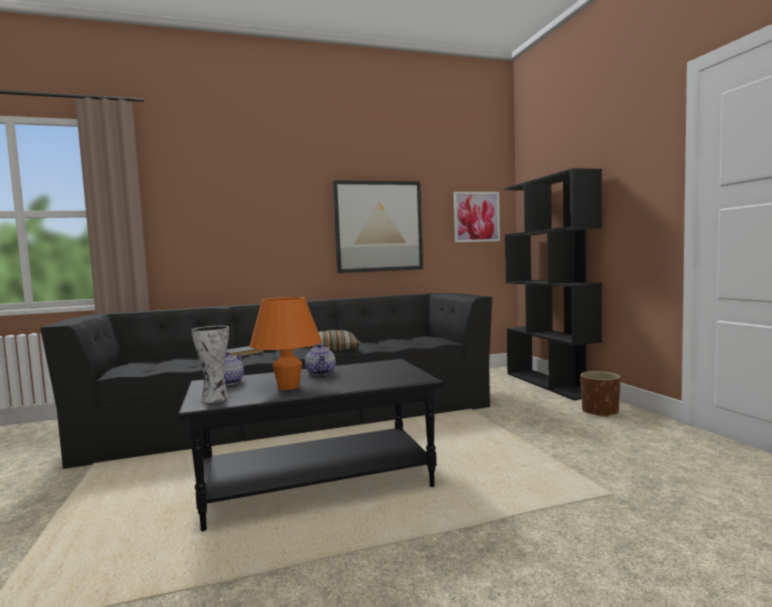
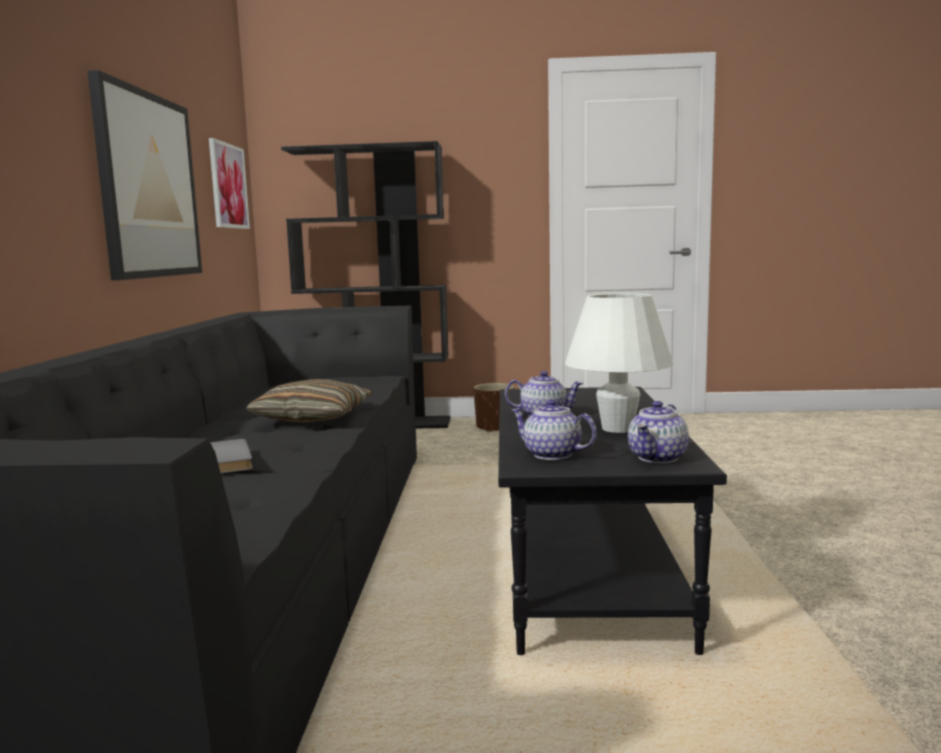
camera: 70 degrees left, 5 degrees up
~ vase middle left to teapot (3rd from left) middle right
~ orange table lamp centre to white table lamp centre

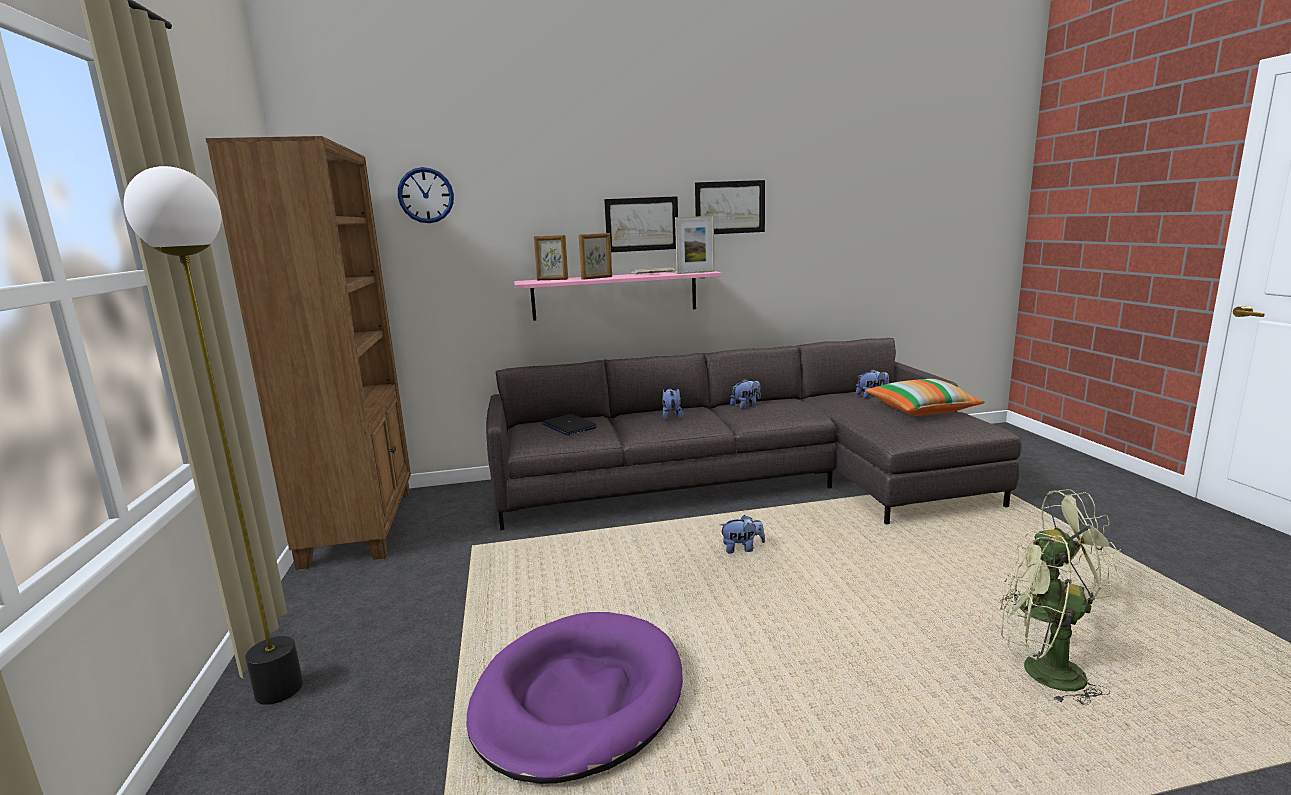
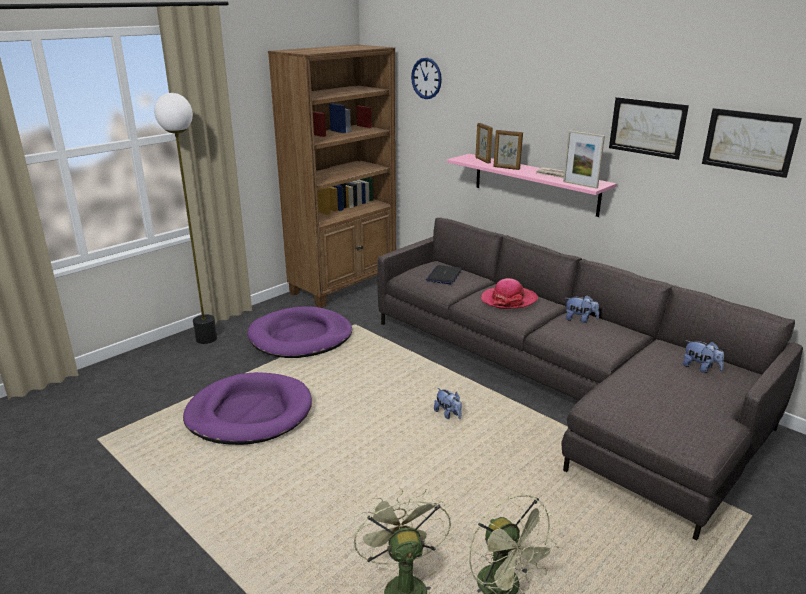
camera: 55 degrees right, 10 degrees up
- pillow middle right
+ purple dog bed (2nd from left) centre
~ picture (1st from left in the first image) top centre to picture (2nd from left) top right
~ plush toy (1st from left) centre to hat centre

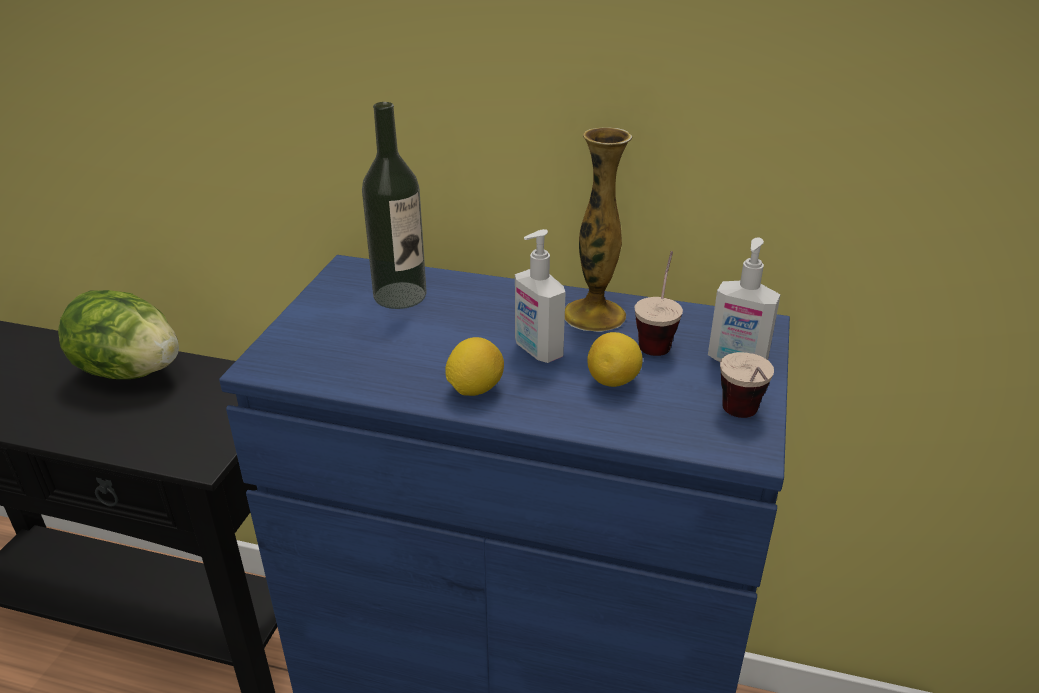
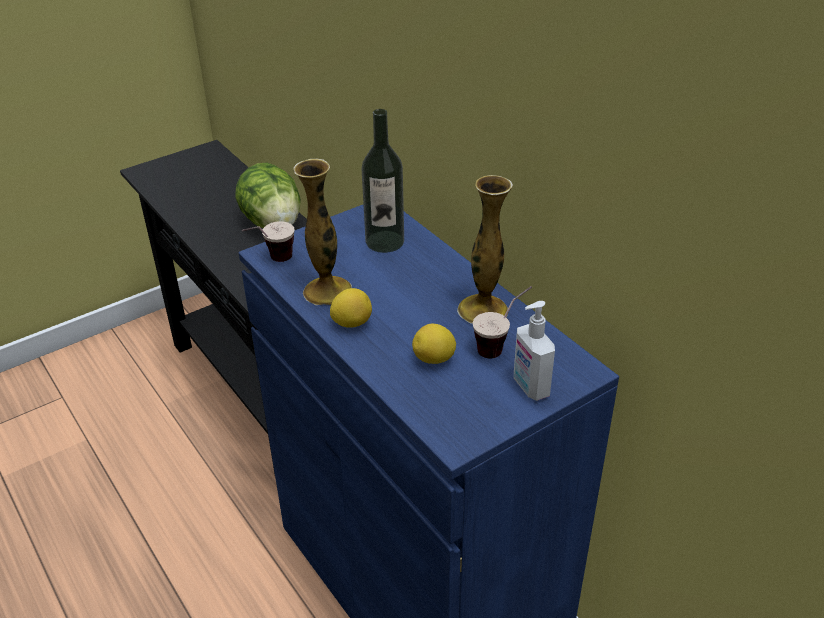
camera: 40 degrees right, 5 degrees up
- soap dispenser (1st from left) centre
+ vase (1st from left) centre
~ cup (2nd from left in the first image) middle right to cup (1st from left) middle left

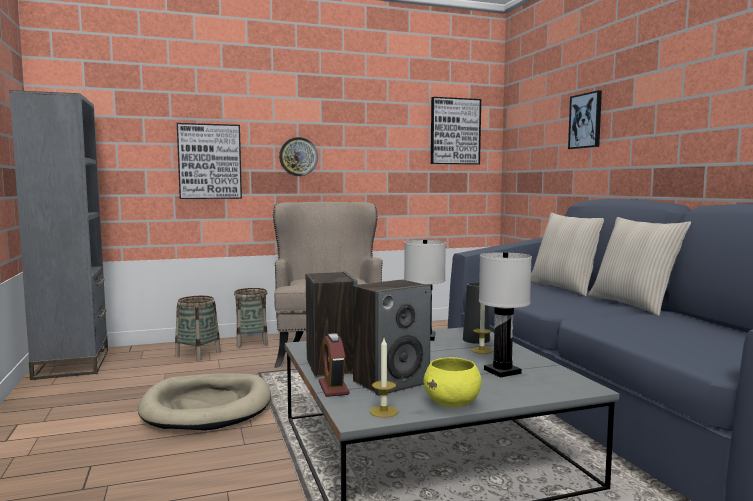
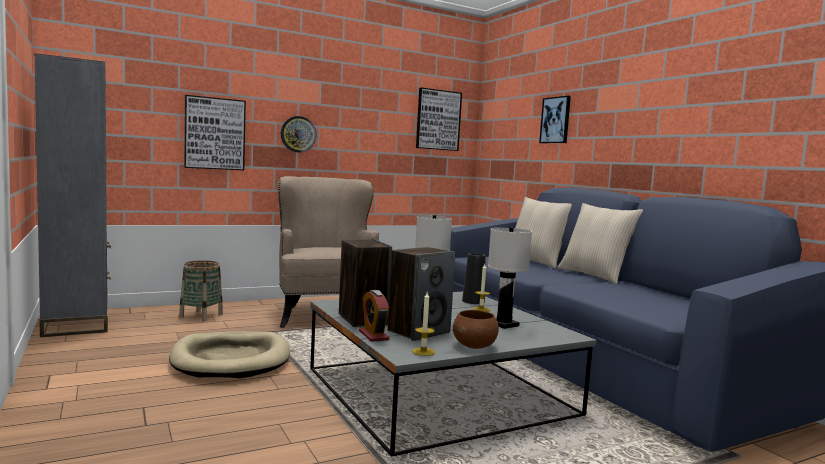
camera: 10 degrees left, 0 degrees up
- basket (2nd from left) centre
~ yellow bowl bottom centre to brown bowl bottom centre

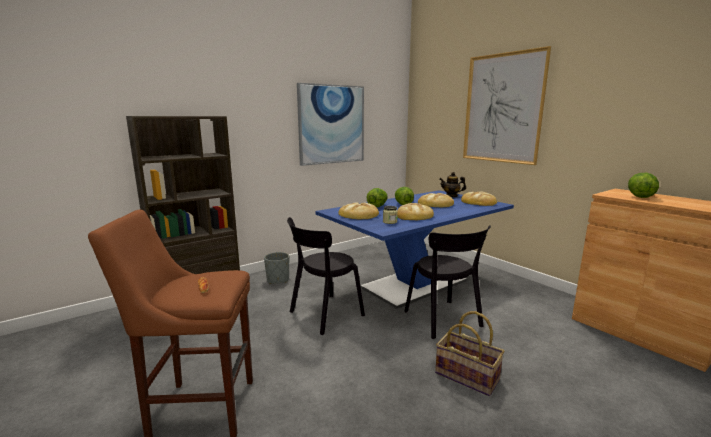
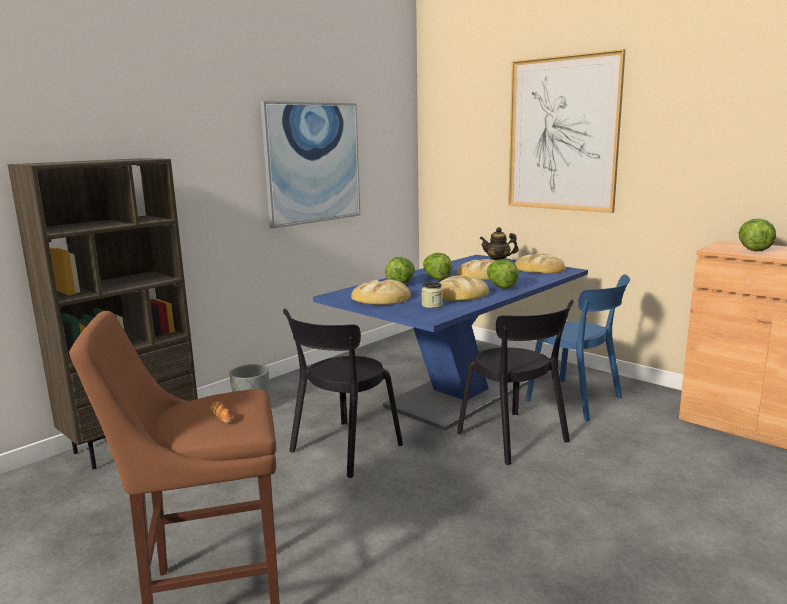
camera: 10 degrees left, 0 degrees up
- basket bottom centre
+ lettuce (3rd from left) centre
+ blue chair middle right

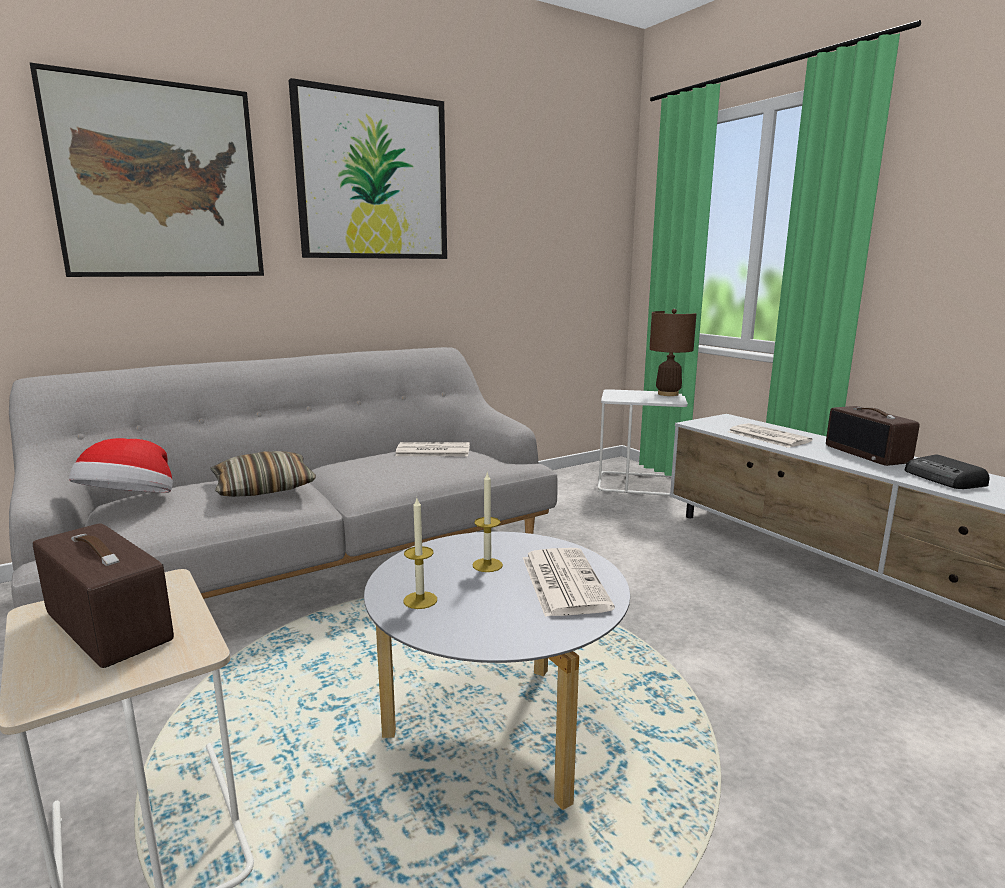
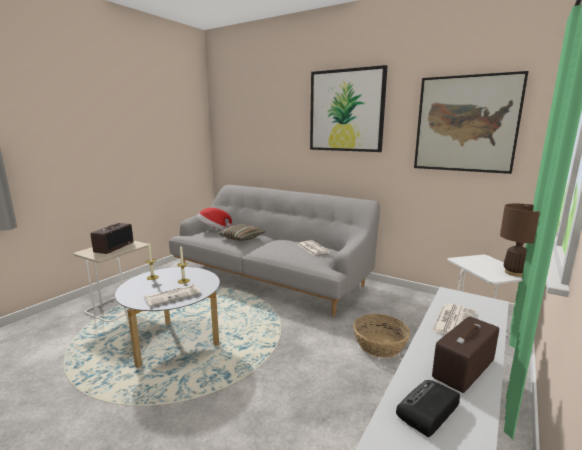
camera: 65 degrees right, 0 degrees up
+ basket bottom centre
~ picture (1st from left in the first image) top left to picture (2nd from left) top right

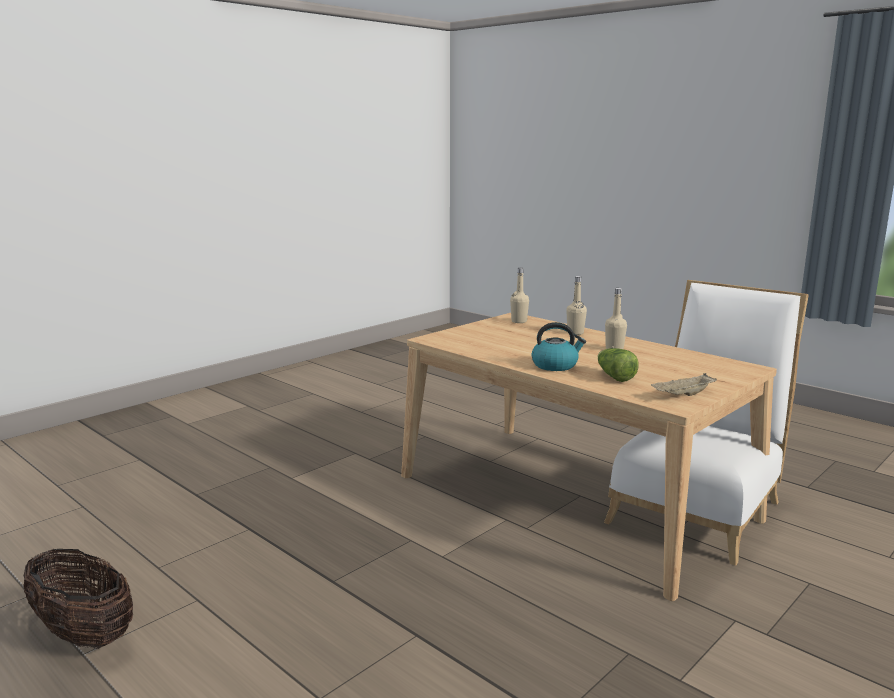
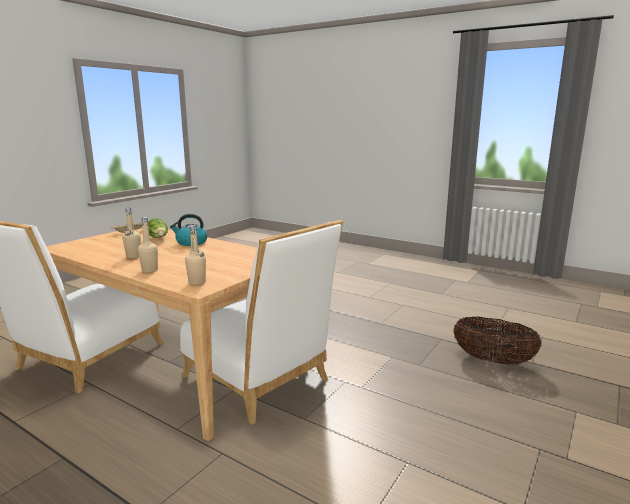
camera: 170 degrees right, 0 degrees up
+ white chair (2nd from left) centre
~ basket bottom left to bottom right

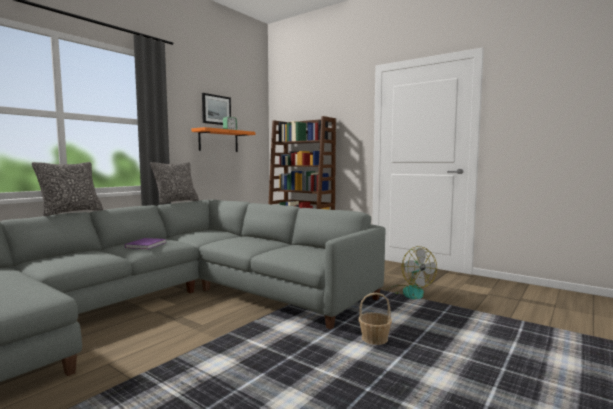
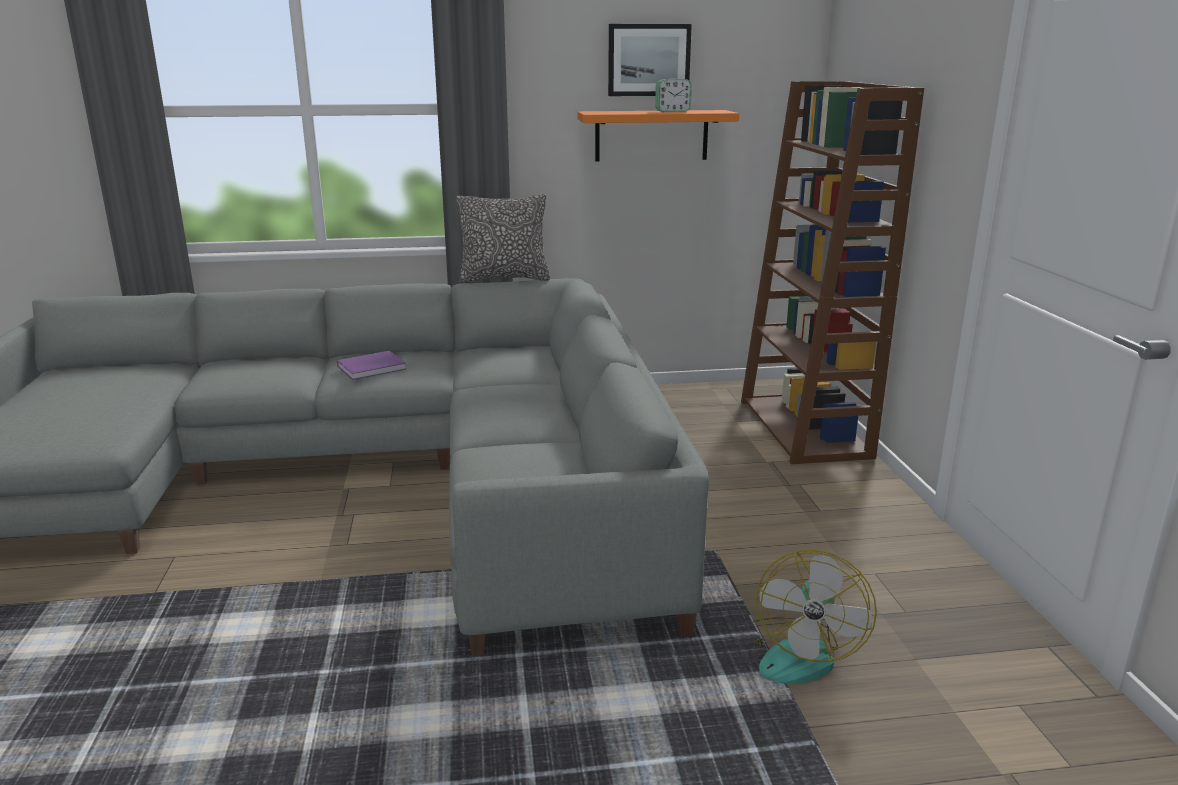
camera: 45 degrees right, 15 degrees up
- pillow (1st from left) middle left
- basket bottom centre

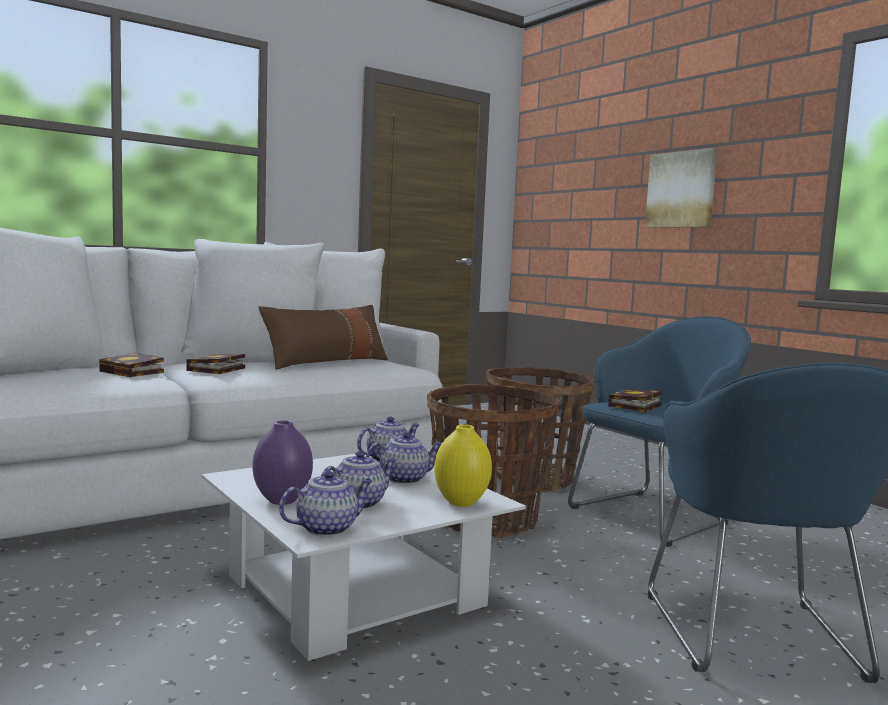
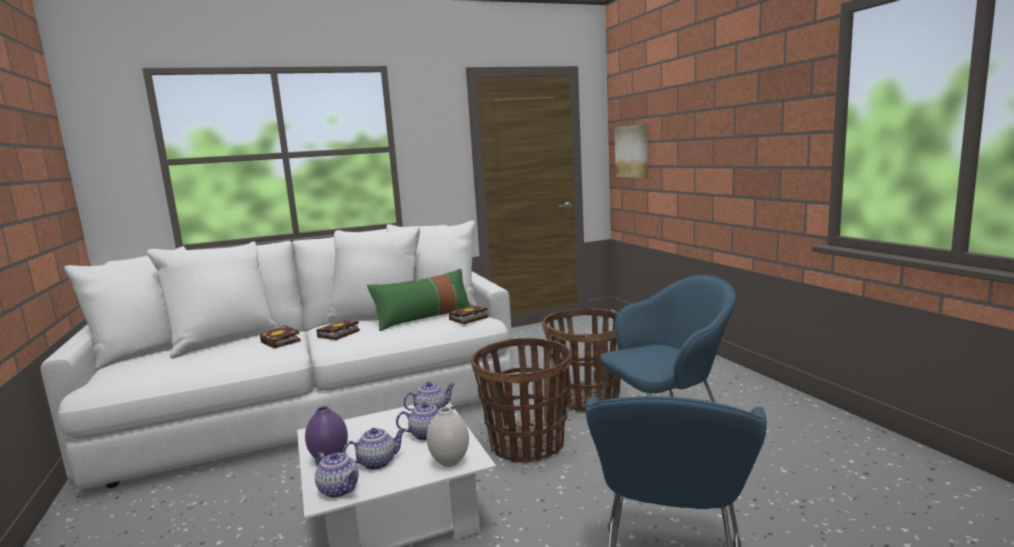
camera: 15 degrees right, 5 degrees up
~ book (3rd from left) middle right to centre
~ picture top right to top centre
~ brown pillow centre to green pillow centre
~ yellow vase centre to white vase bottom centre
~ teapot (1st from left) bottom centre = bottom left 60 degrees clockwise

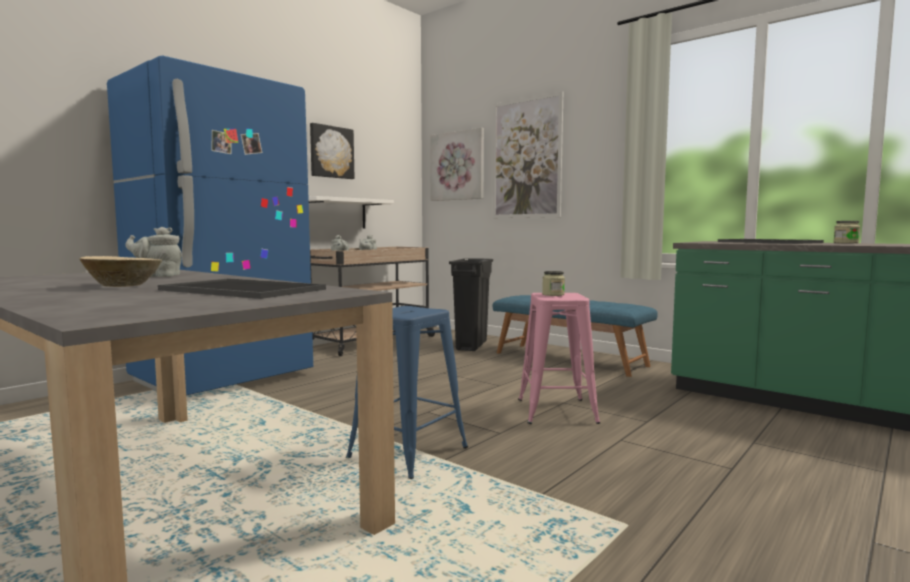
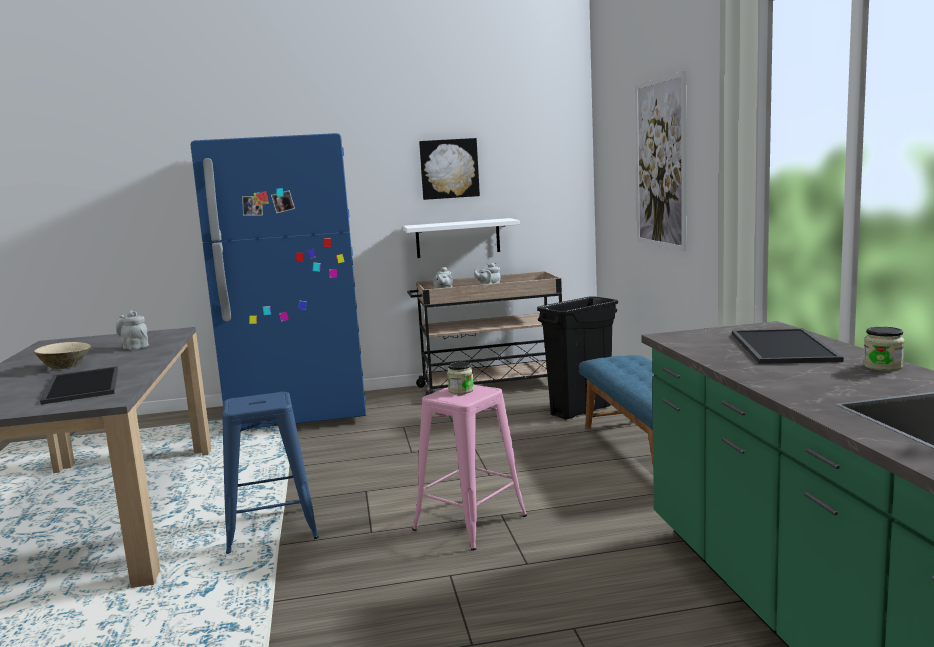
camera: 40 degrees right, 5 degrees up
- picture (2nd from left) top centre

